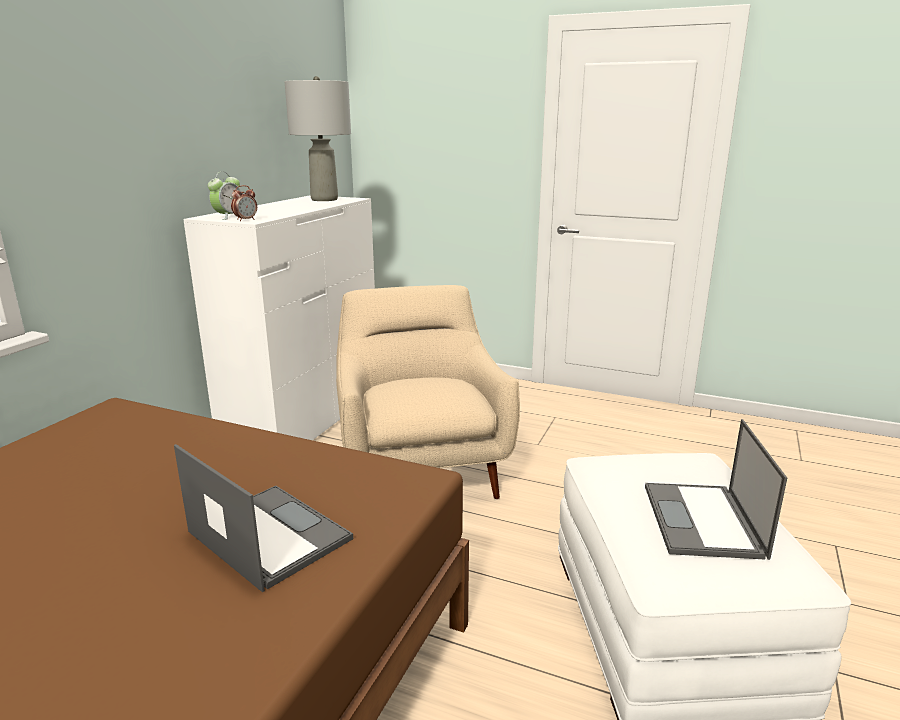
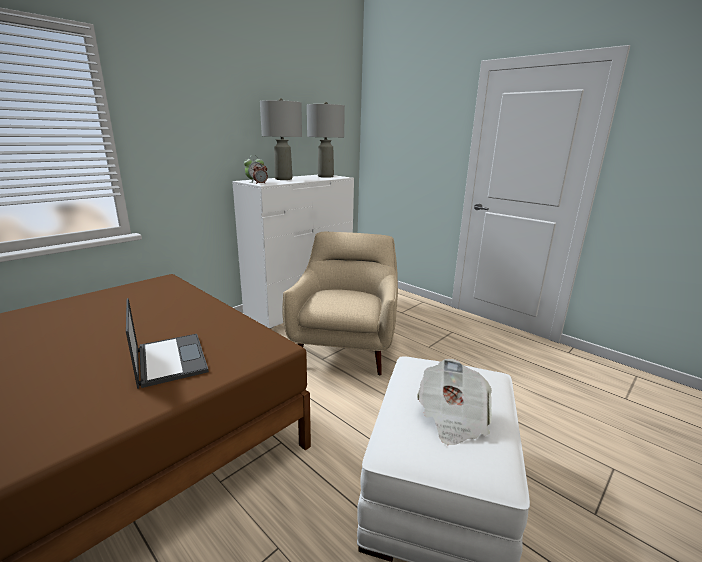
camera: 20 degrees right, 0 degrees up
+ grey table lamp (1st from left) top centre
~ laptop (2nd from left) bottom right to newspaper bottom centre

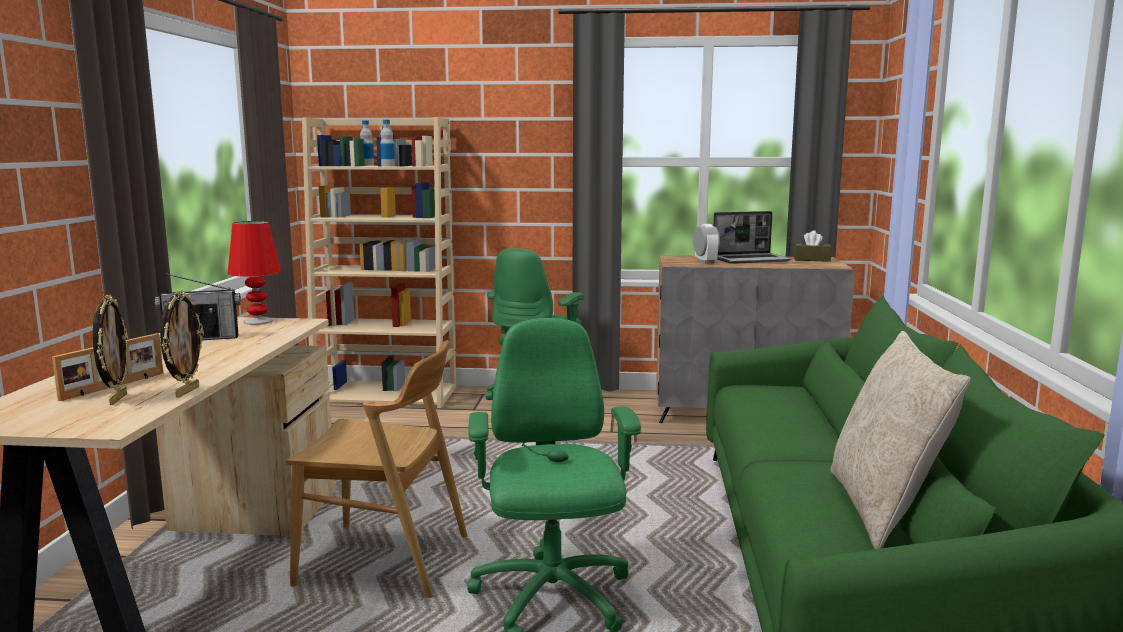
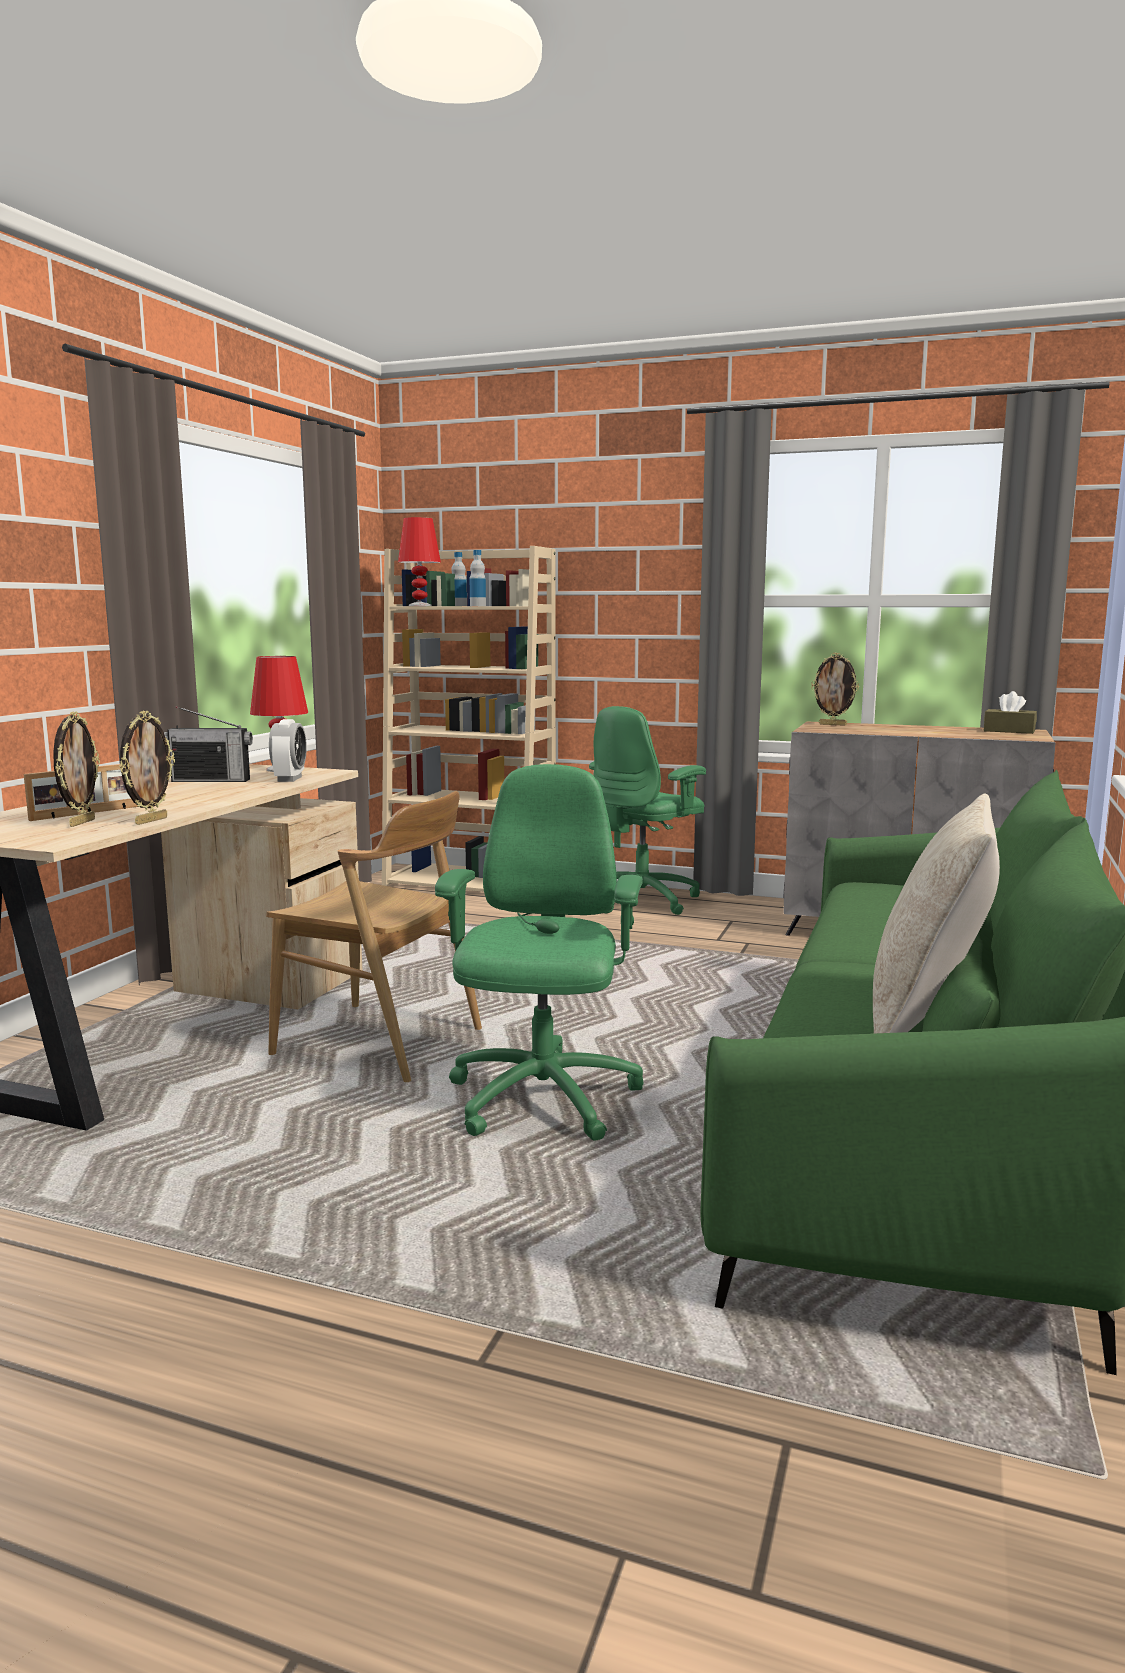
camera: 15 degrees right, 0 degrees up
- laptop middle right
+ red table lamp (2nd from left) centre
+ picture frame (4th from left) middle right
~ alarm clock centre to middle left

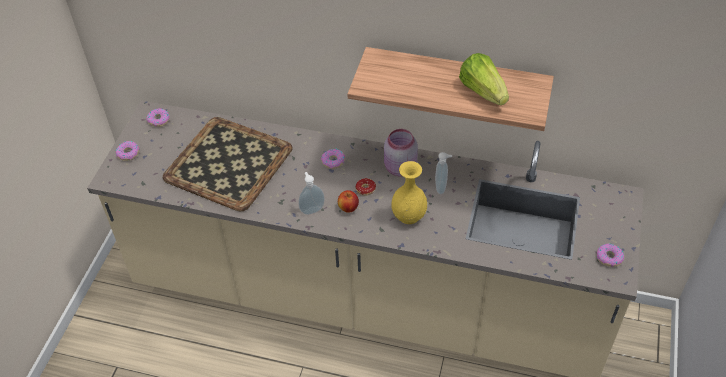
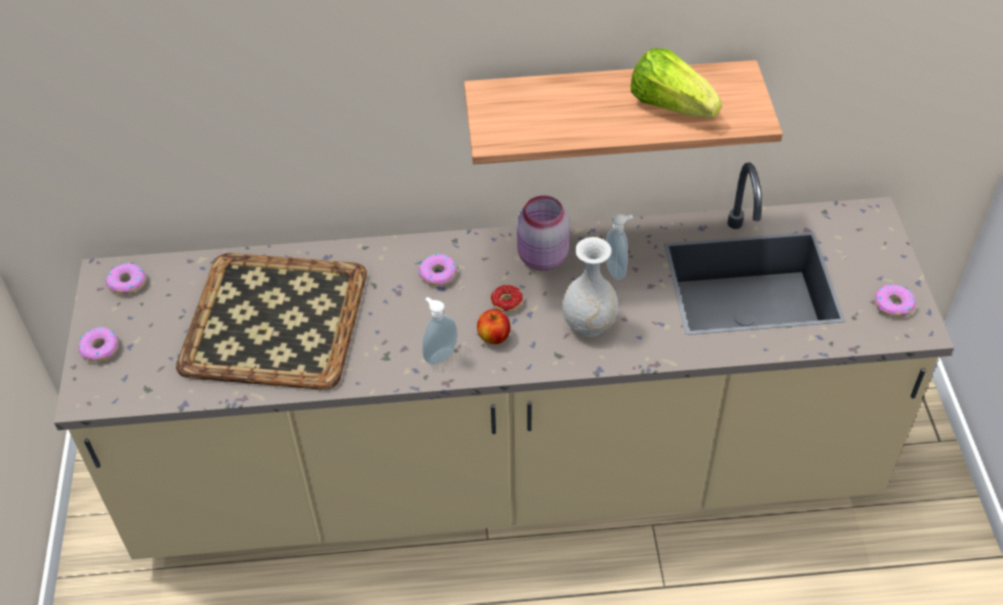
camera: 20 degrees left, 0 degrees up
~ yellow vase centre to white vase centre

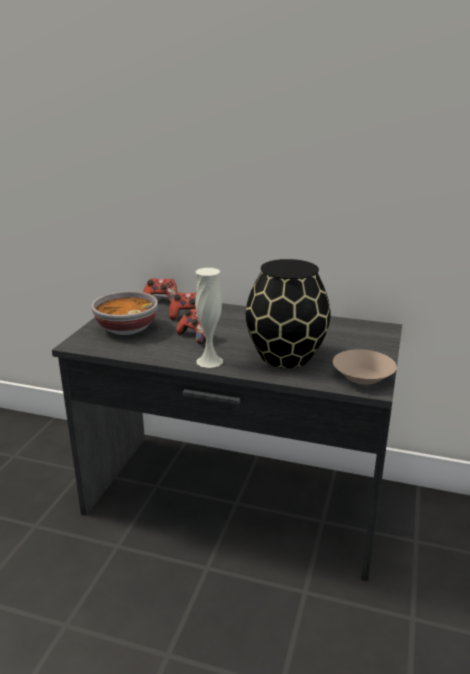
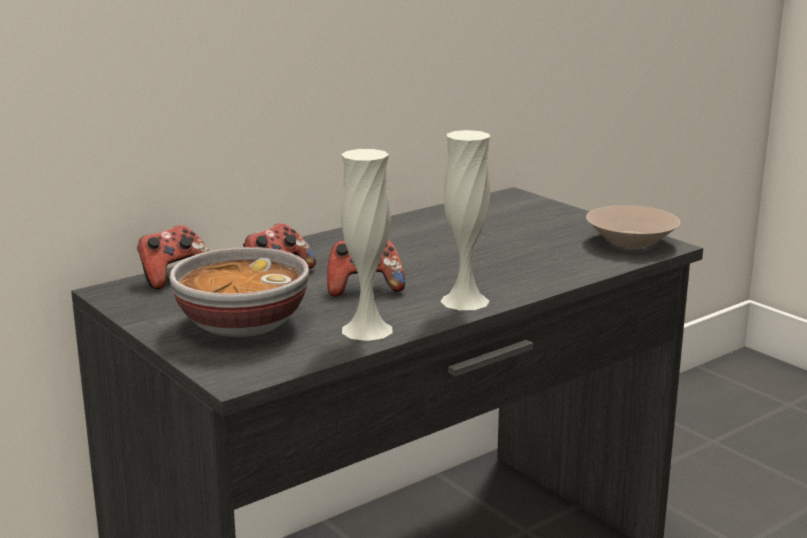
camera: 55 degrees left, 5 degrees down
- black vase centre
+ white vase (1st from left) centre

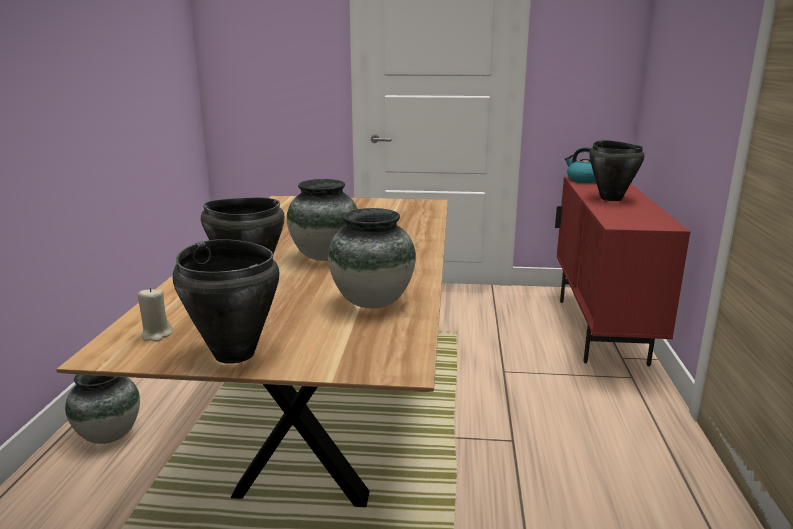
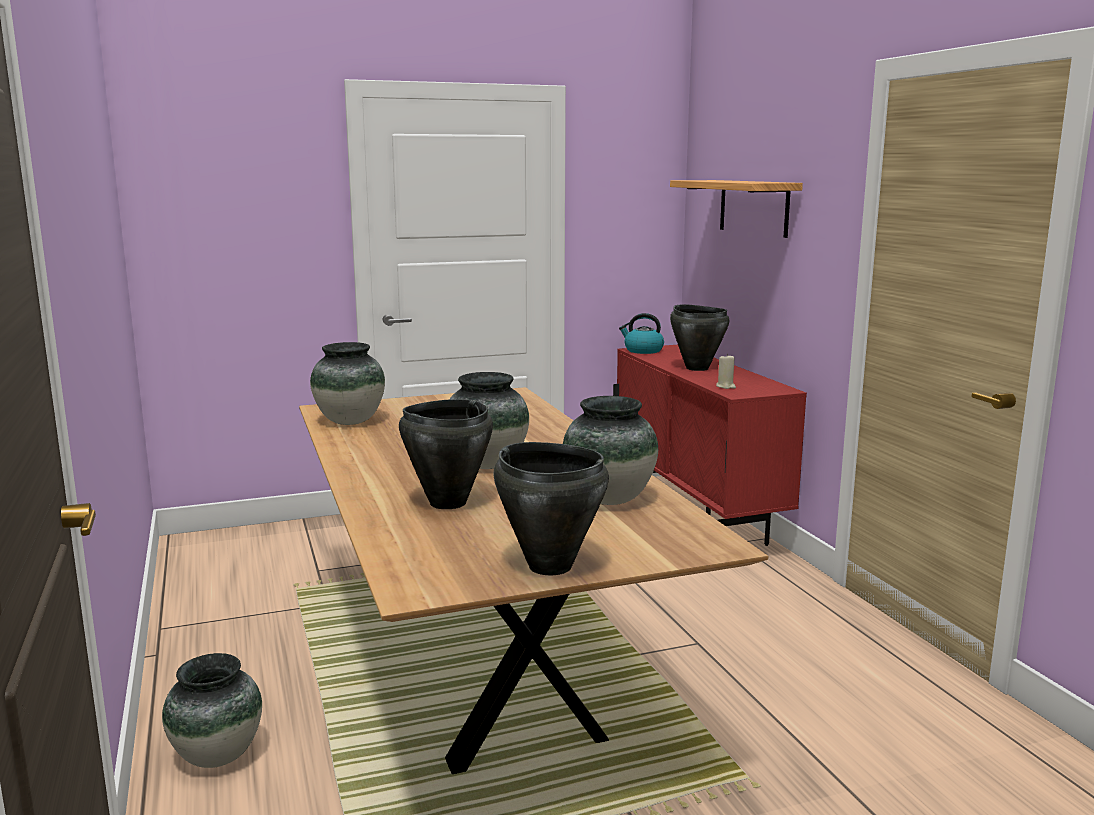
camera: 25 degrees left, 5 degrees down
+ vase (2nd from left) middle left
+ shelf top right
~ beige candle middle left to centre

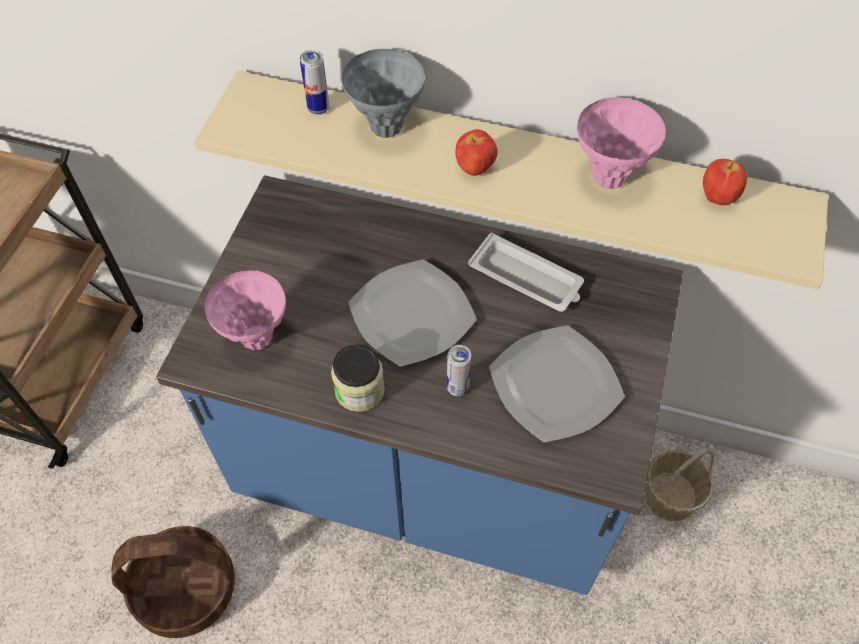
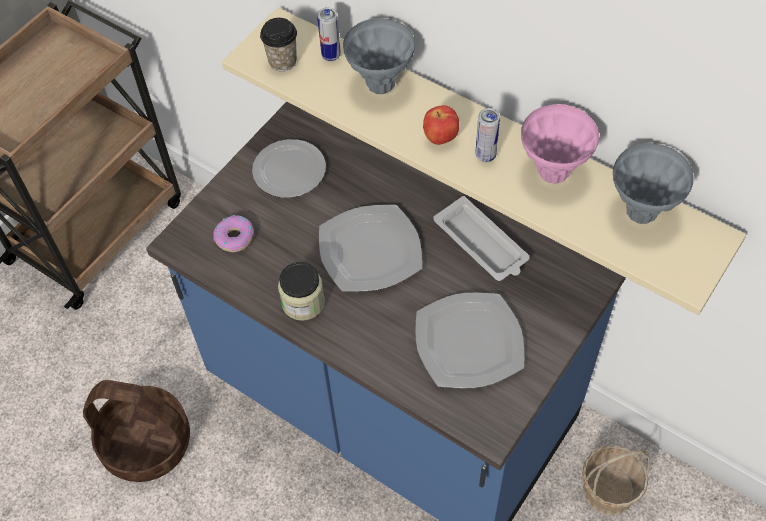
camera: 20 degrees right, 0 degrees up
+ plate (1st from left) top centre
+ cup top centre
~ can (2nd from left) centre to top centre
~ pink vase (1st from left) middle left to donut middle left
~ apple (2nd from left) top right to grey vase (2nd from left) middle right

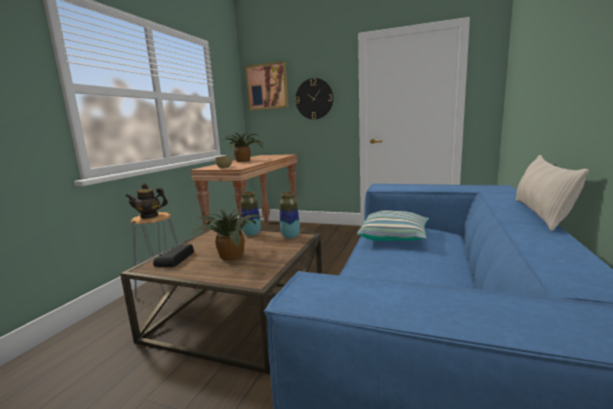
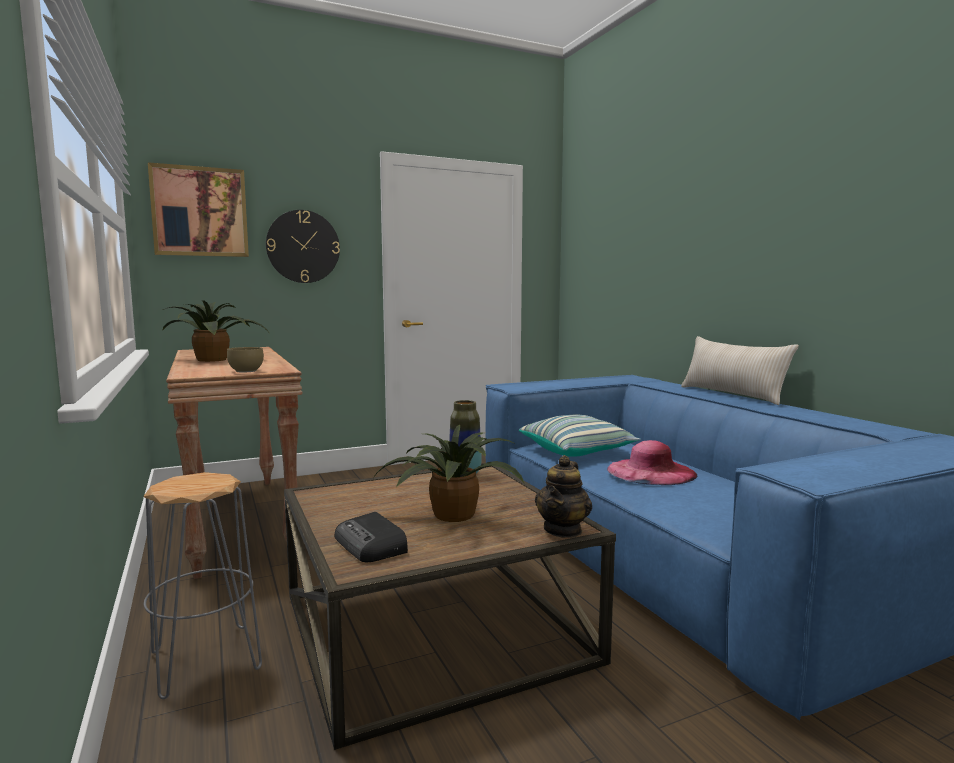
camera: 45 degrees left, 5 degrees down
- vase (1st from left) centre
+ pink hat middle right
~ teapot middle left to centre

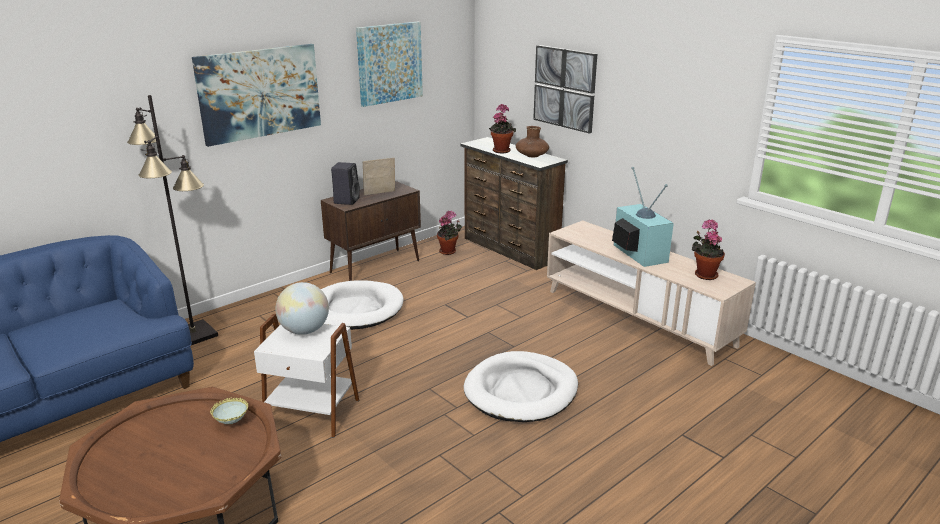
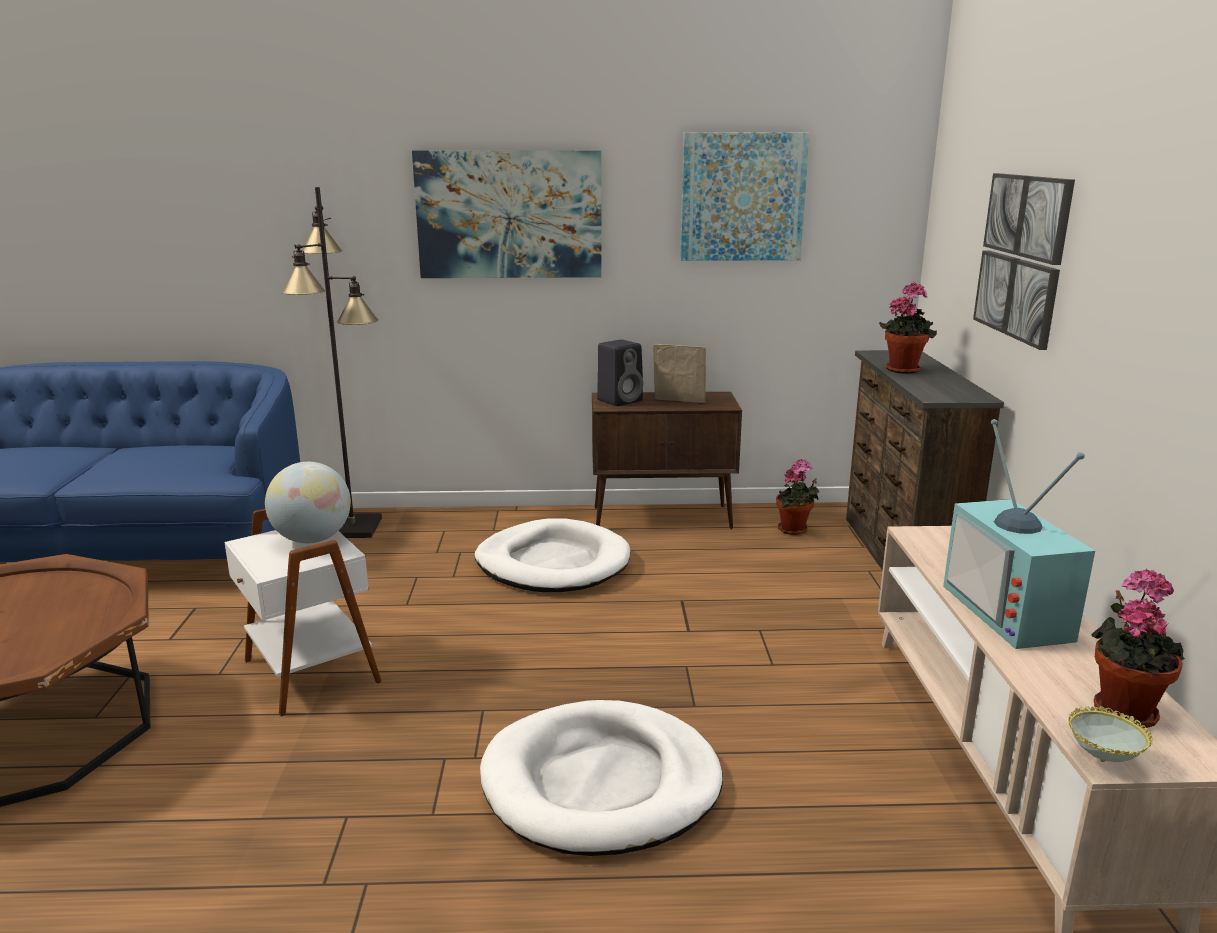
camera: 40 degrees right, 5 degrees down
- brown vase top centre
~ bowl bottom left to bottom right
~ television middle right = middle right 150 degrees clockwise

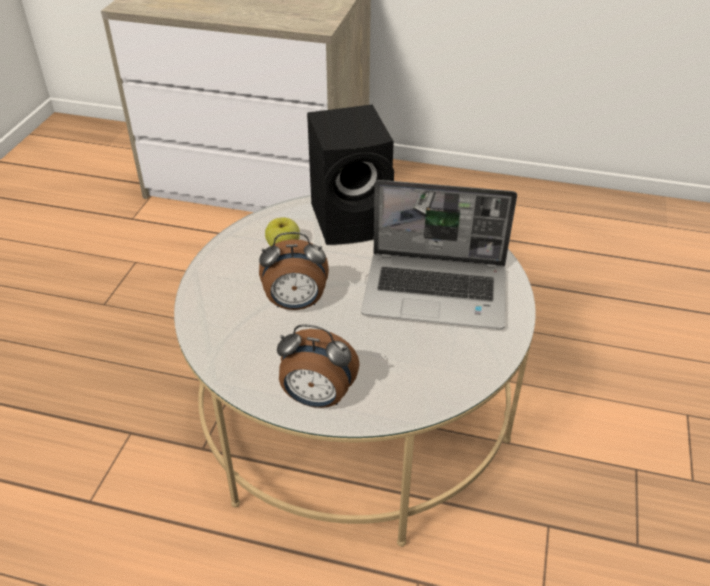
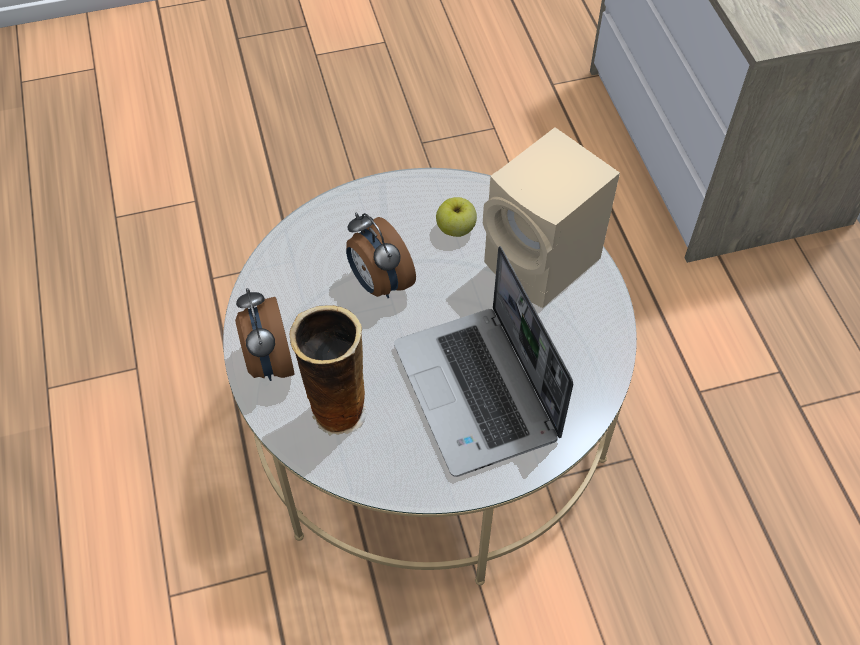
camera: 60 degrees right, 15 degrees up
+ vase centre
~ black speaker top centre to beige speaker centre

